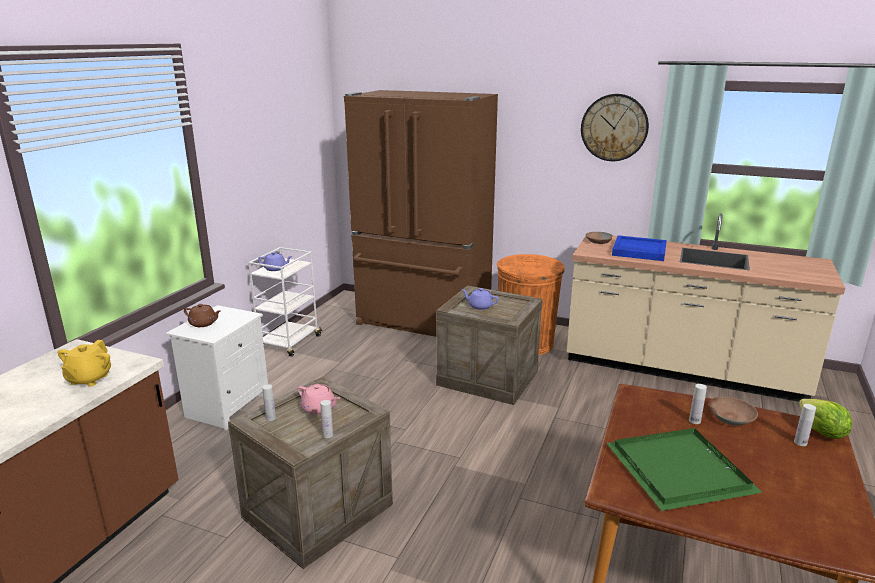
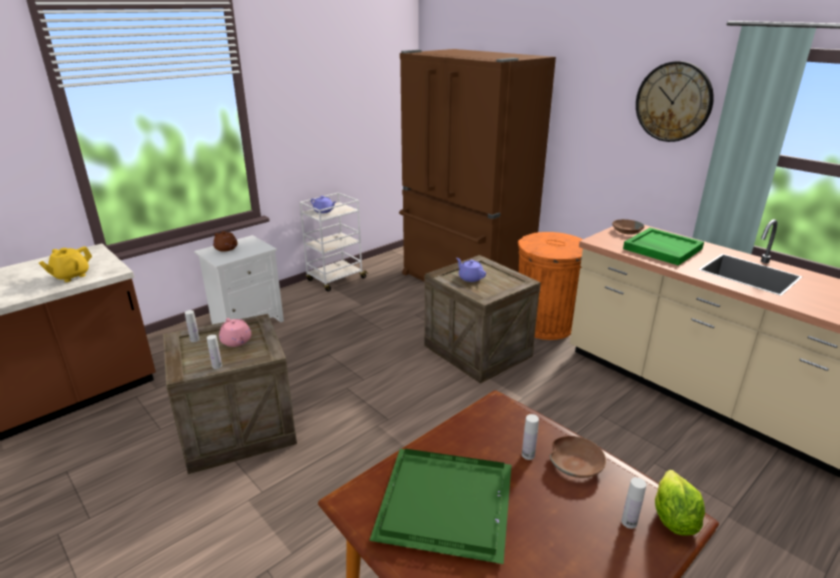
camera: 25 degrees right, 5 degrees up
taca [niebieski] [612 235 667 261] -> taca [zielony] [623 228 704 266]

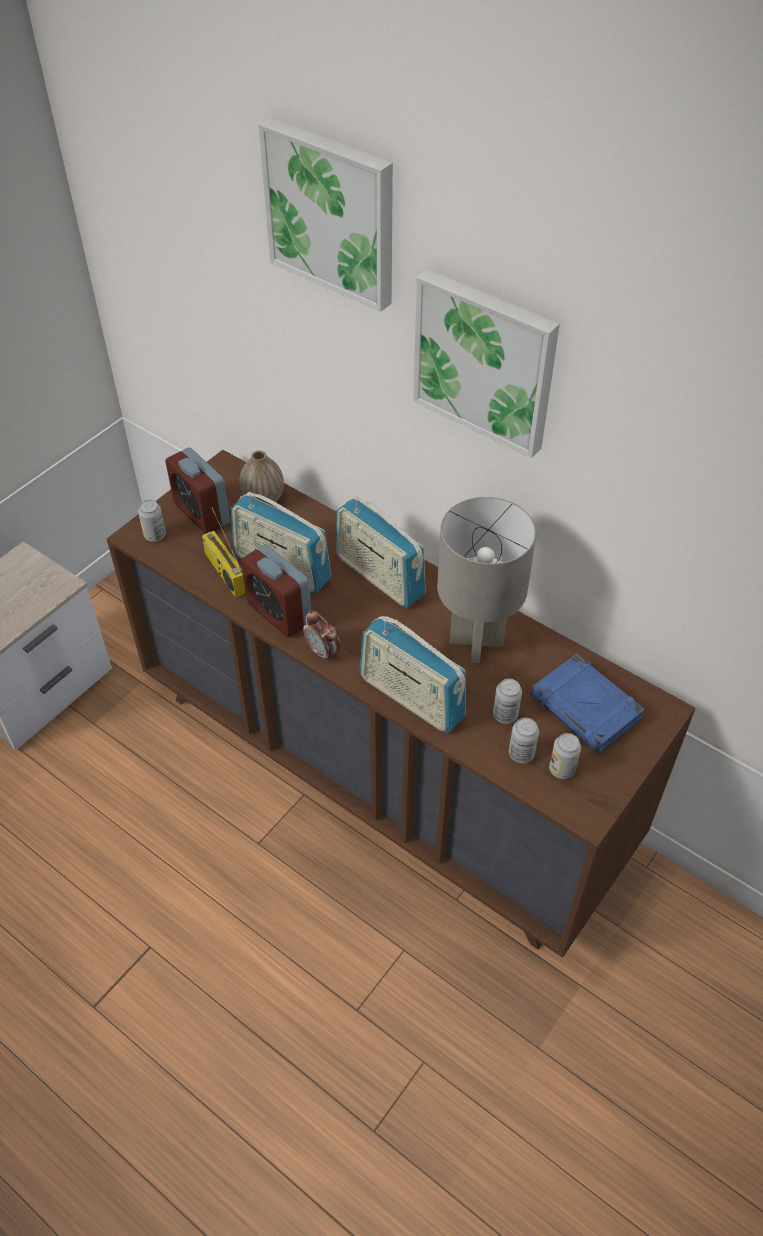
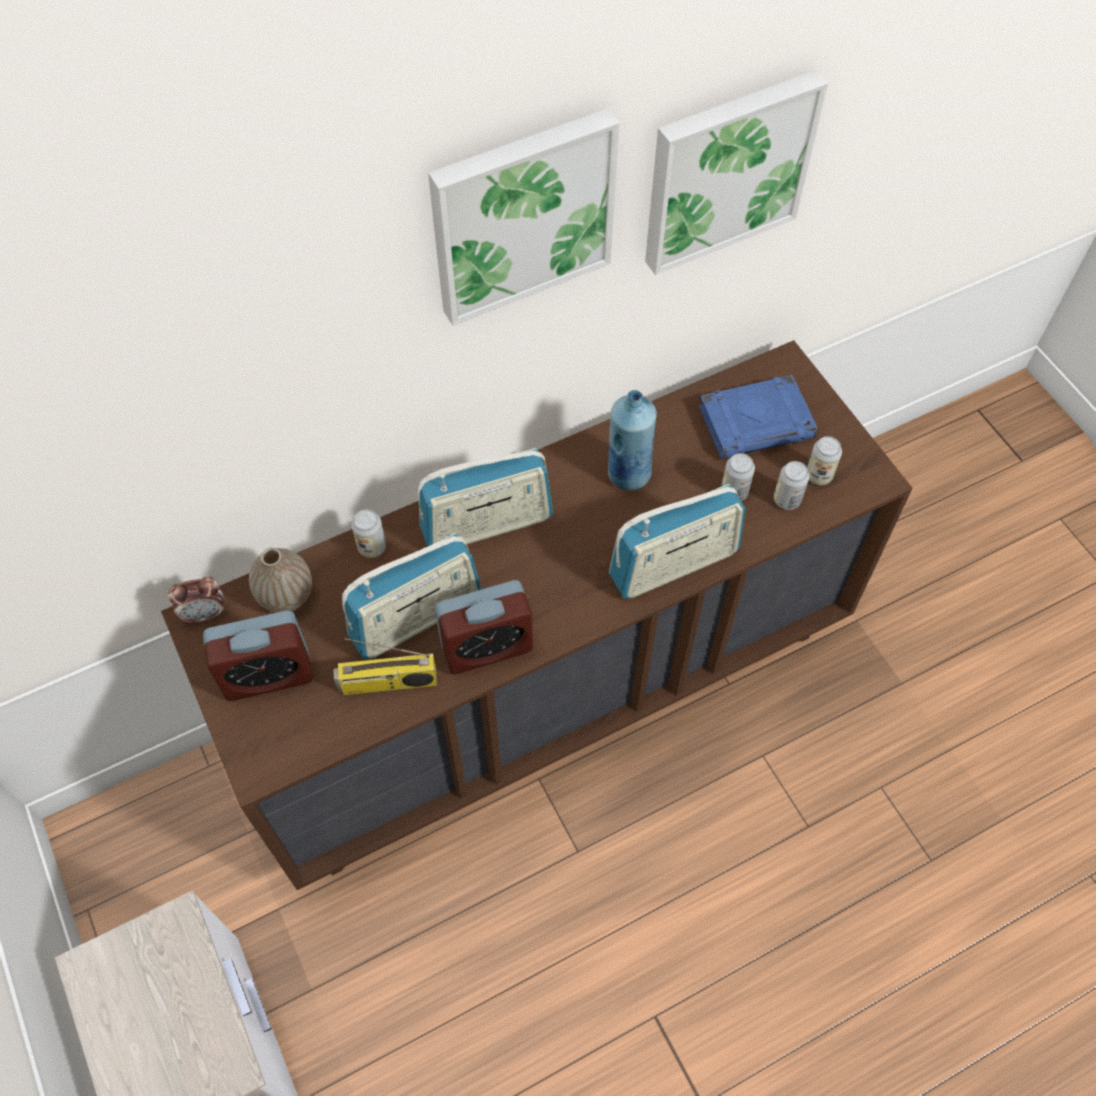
camera: 65 degrees left, 10 degrees up
puszka [138 500 166 542] -> puszka [352 509 386 558], move
obraz [258 117 393 312] -> obraz [645 70 828 275], move
budzik [303 610 340 662] -> budzik [168 577 224 624], move
lampa stołowa [szary] [437 497 536 663] -> butelka [niebieski] [608 390 657 490]

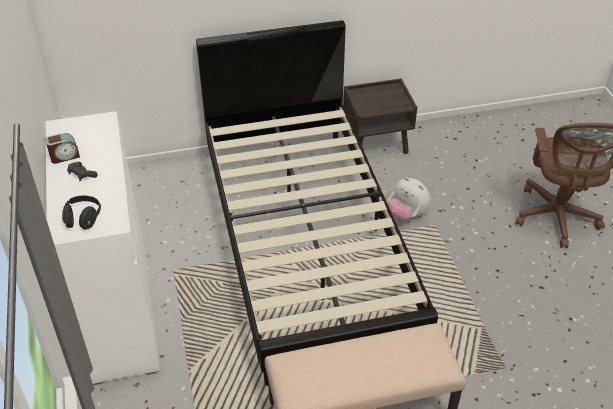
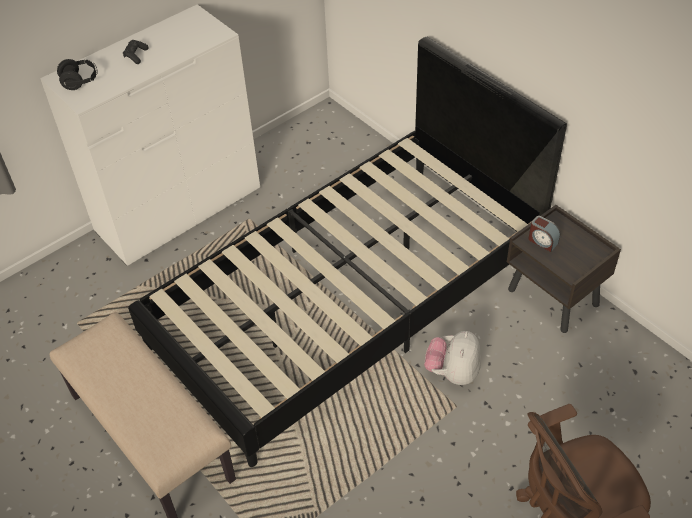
camera: 65 degrees right, 5 degrees up
budzik [45 133 80 164] -> budzik [528 216 560 252], move

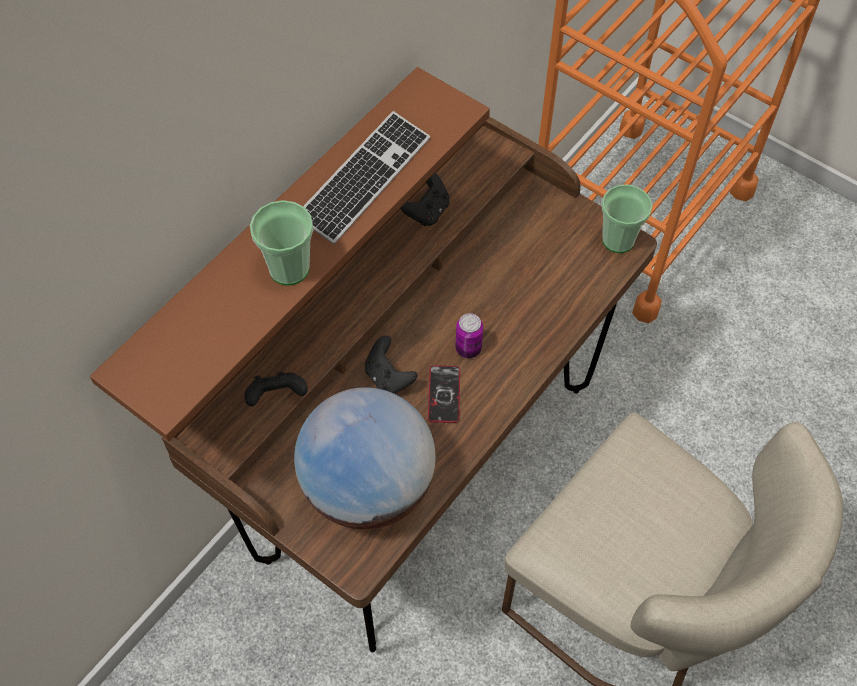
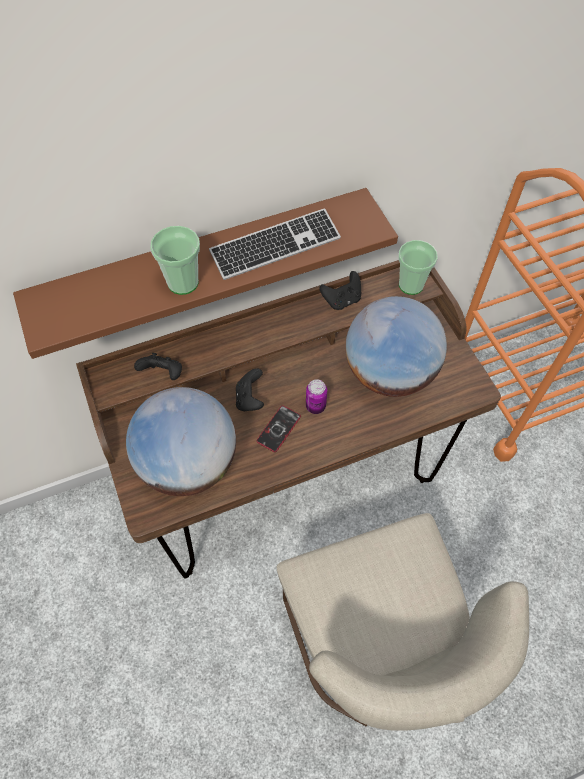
camera: 30 degrees right, 0 degrees up
none -> globus [345 296 447 397]
filiżanka [601 184 652 253] -> filiżanka [398 240 438 295], move

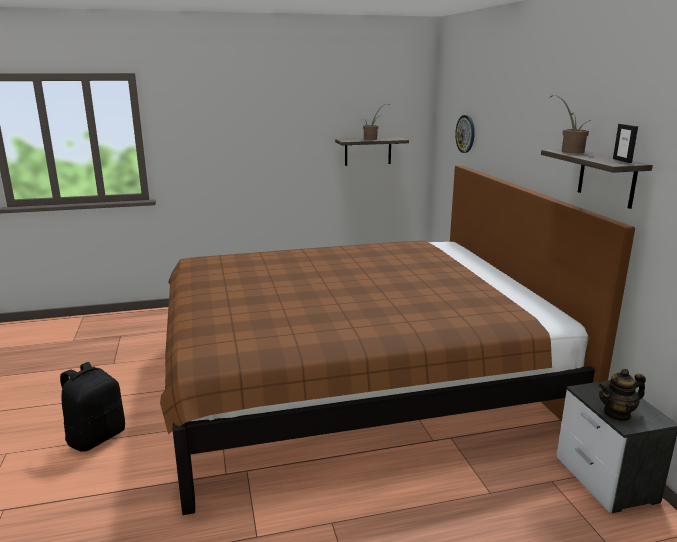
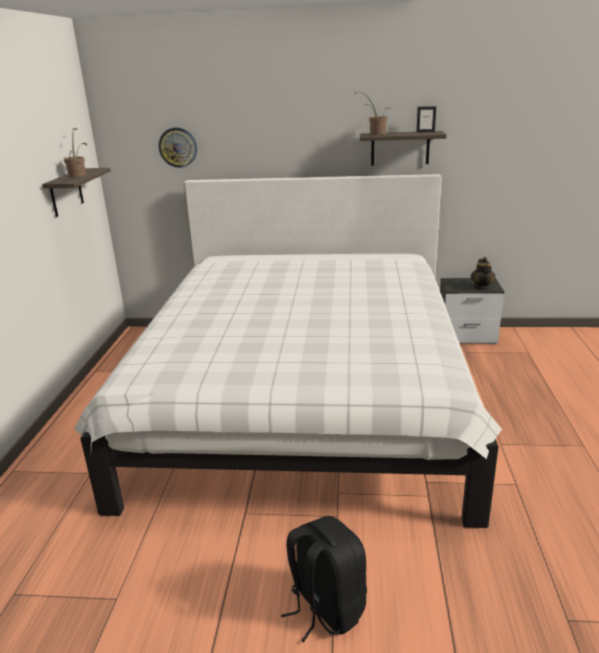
camera: 70 degrees left, 5 degrees up
łóżko [brązowy] [160 165 635 515] -> łóżko [biały] [75 174 502 528]

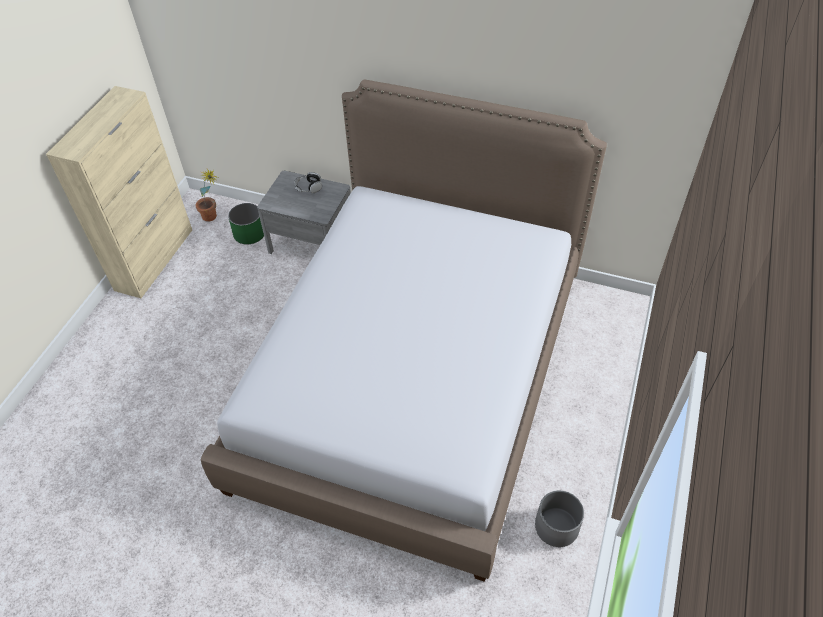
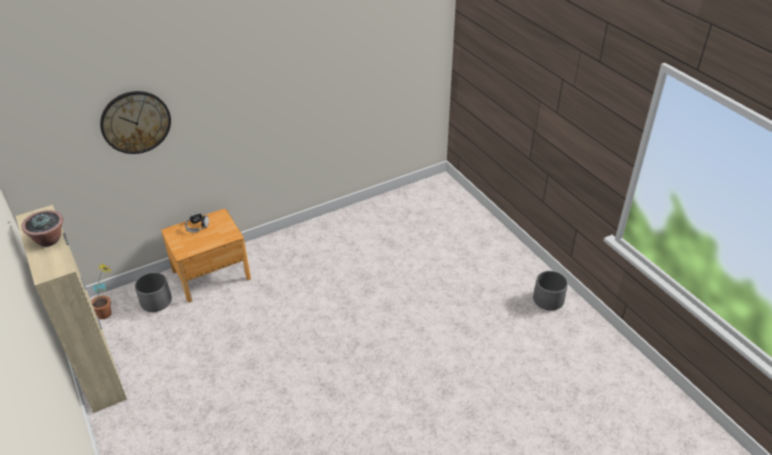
camera: 50 degrees left, 10 degrees down
łóżko [201 79 607 581] -> none
none -> roślina doniczkowa [21 210 63 247]
none -> zegar ścienny [100 91 171 154]
donica [zielony] [228 203 264 244] -> donica [szary] [135 272 172 312]
szafka nocna [szary] [257 171 351 254] -> szafka nocna [brązowy] [161 209 251 302]

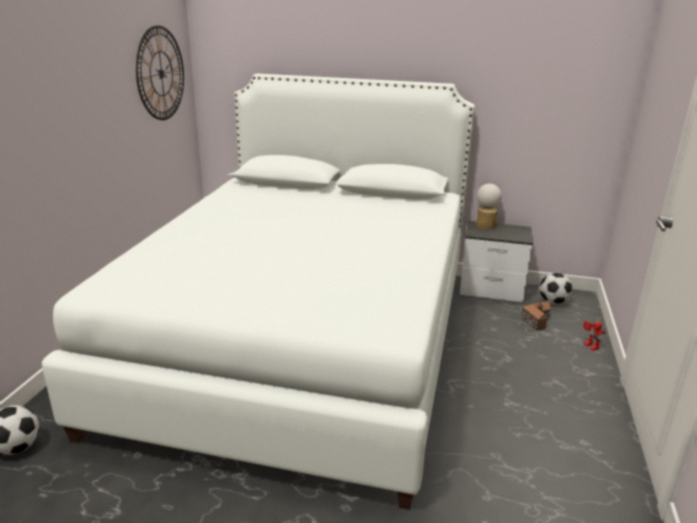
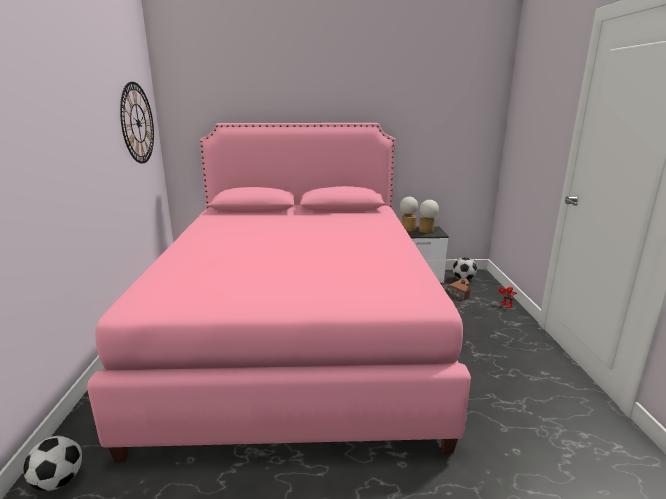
camera: 15 degrees left, 5 degrees down
none -> lampa stołowa [419 200 439 233]
łóżko [biały] [42 74 475 510] -> łóżko [różowy] [87 123 471 462]

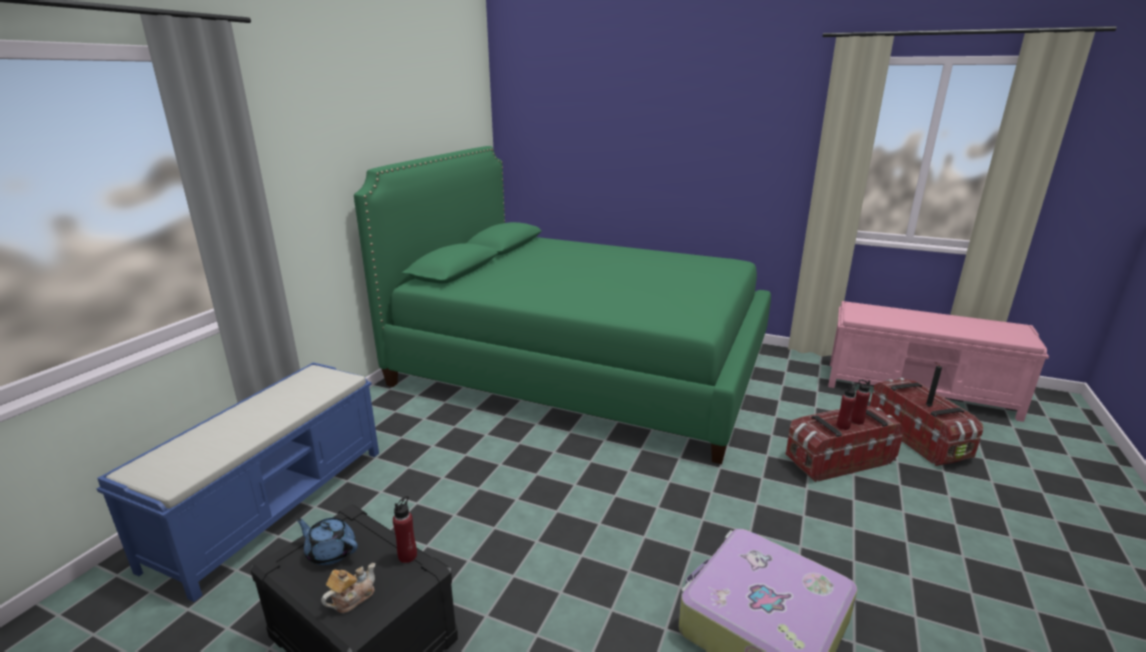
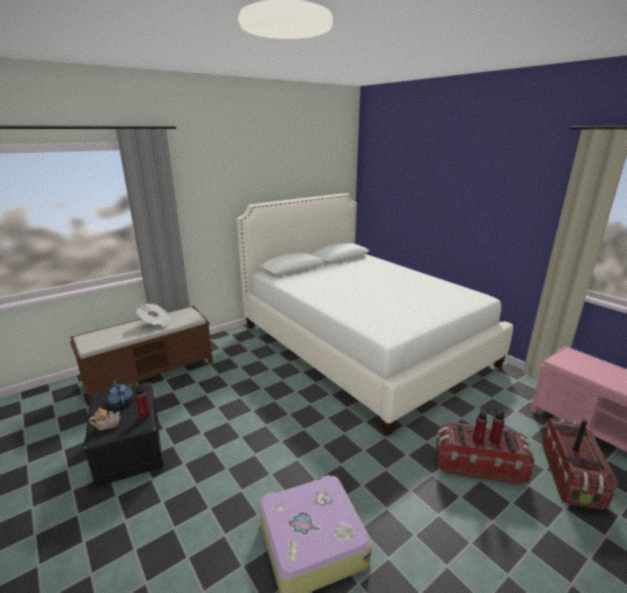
camera: 30 degrees right, 0 degrees up
none -> gazeta [136 304 173 327]
ławka [niebieski] [97 362 379 602] -> ławka [brązowy] [70 306 213 400]
łóżko [zielony] [354 146 771 464] -> łóżko [biały] [236 193 513 435]

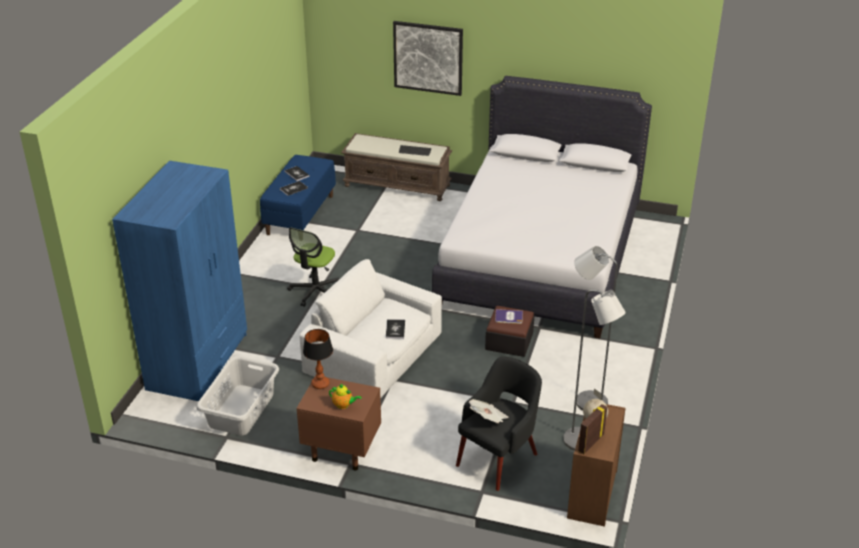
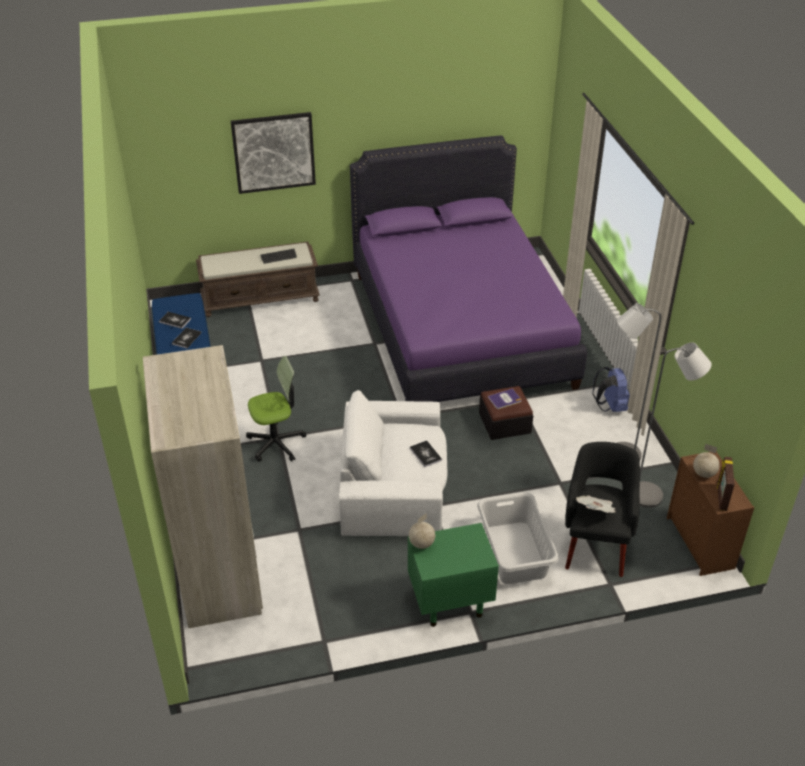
camera: 30 degrees left, 5 degrees up
imbryk [329 384 362 409] -> none
none -> plecak [niebieski] [593 367 630 412]
kosz na pranie [szary] [196 356 279 435] -> kosz na pranie [szary] [477 492 559 584], move
lampa stołowa [303 329 333 389] -> globus [409 513 435 549]
szafa [niebieski] [112 161 247 401] -> szafa [beżowy] [143 345 263 628]
szafka nocna [brązowy] [296 376 381 471] -> szafka nocna [zielony] [408 523 499 627]
łóżko [biały] [432 76 652 338] -> łóżko [fioletowy] [350 135 587 402]
krzesło biurowe [287 227 339 307] -> krzesło biurowe [246 356 307 462], 105 degrees counterclockwise

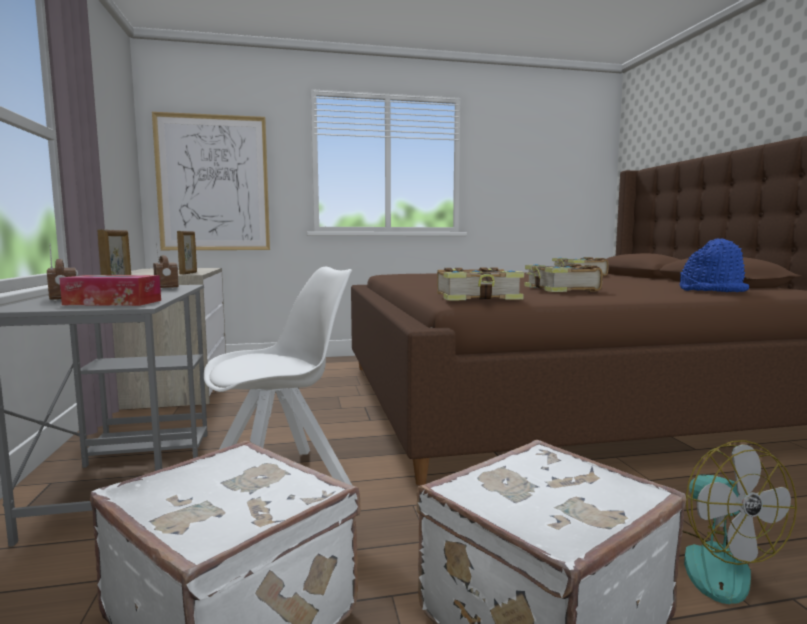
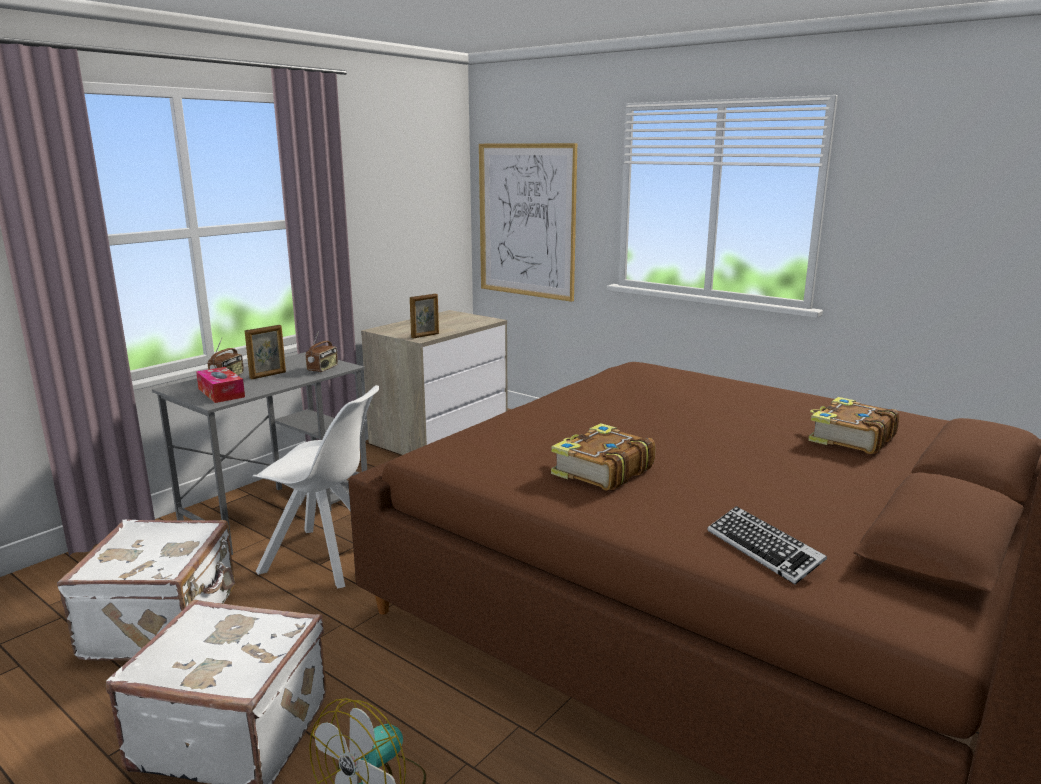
camera: 50 degrees right, 10 degrees up
książka [437 267 524 301] -> none
kapelusz [niebieski] [679 238 749 292] -> klawiatura [707 506 827 584]

